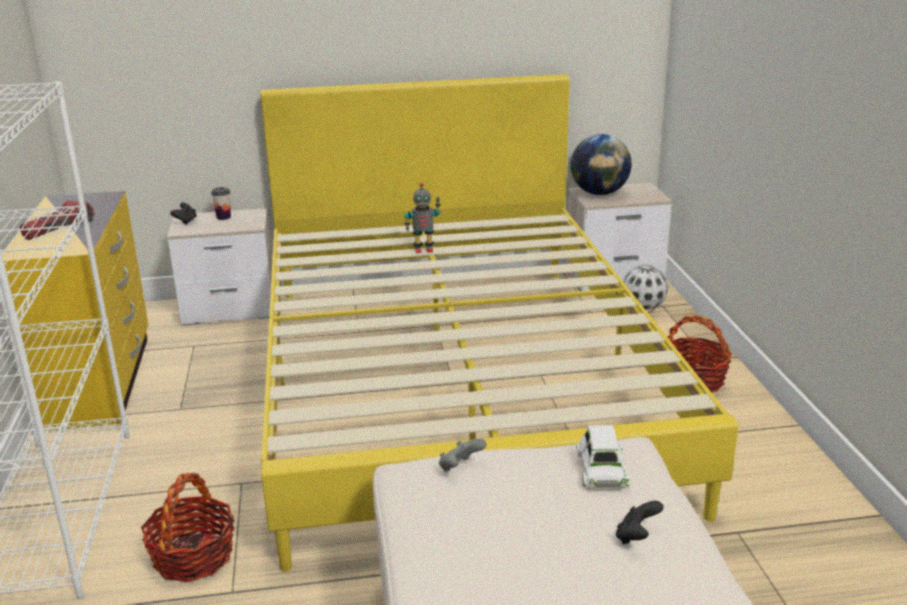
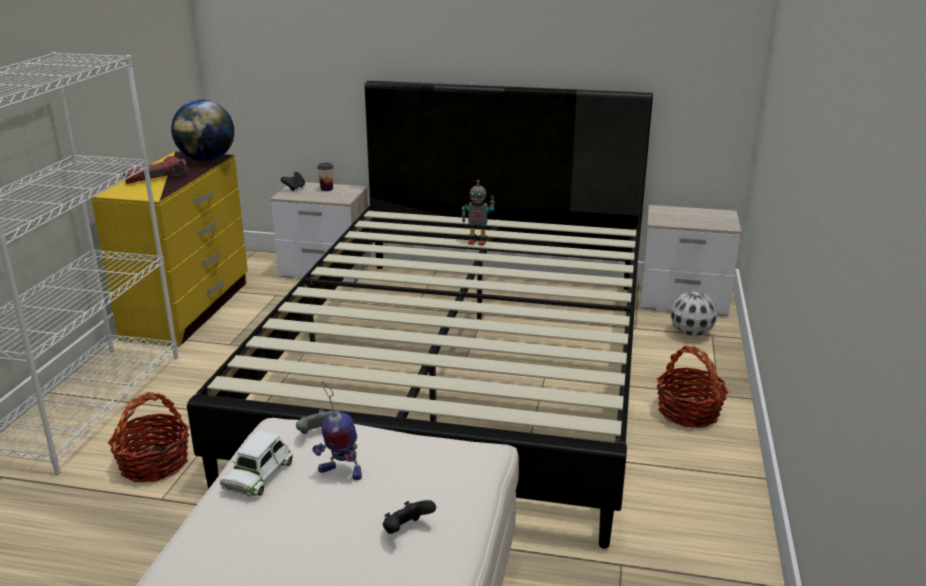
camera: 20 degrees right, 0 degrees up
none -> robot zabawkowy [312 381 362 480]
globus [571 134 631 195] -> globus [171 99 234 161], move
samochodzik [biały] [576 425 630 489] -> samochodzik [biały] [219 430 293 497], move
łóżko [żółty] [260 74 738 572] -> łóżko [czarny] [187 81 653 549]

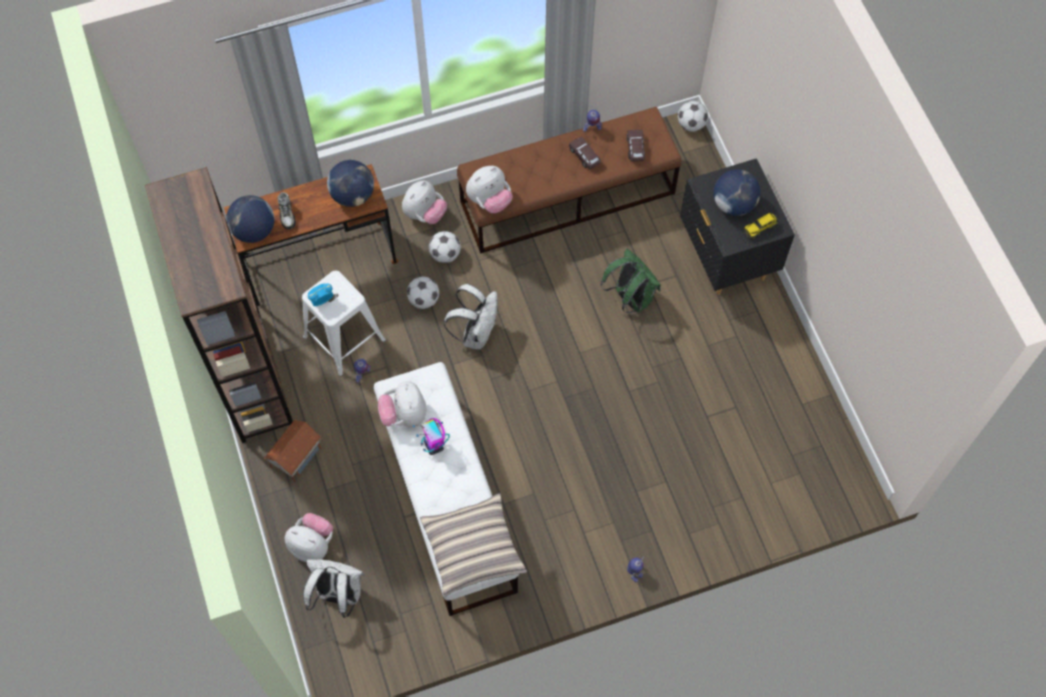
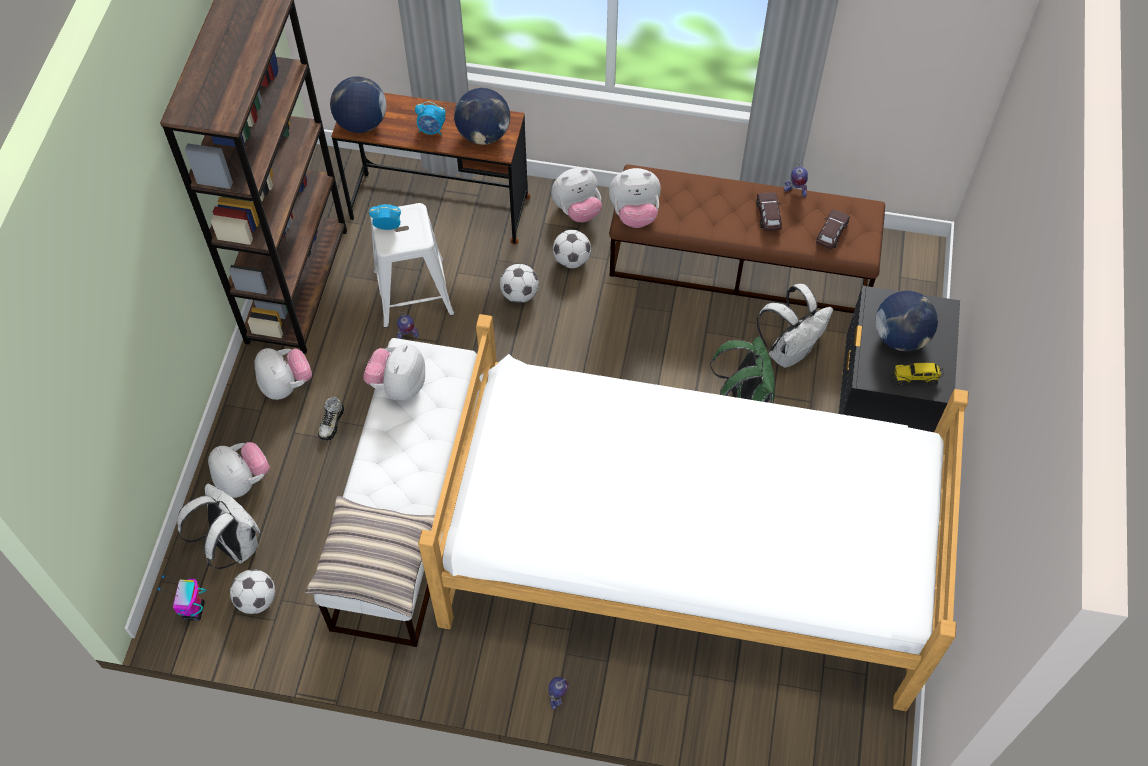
camera: 30 degrees right, 5 degrees down
none -> budzik [415 101 446 135]
none -> łóżko [418 314 968 711]
but [277 192 296 229] -> but [318 396 344 441], move
robot zabawkowy [413 418 450 455] -> robot zabawkowy [158 575 207 621], move
plecak [biały] [444 284 498 349] -> plecak [biały] [757 284 833 368], move
piłka futbolowa [678 101 708 132] -> piłka futbolowa [230 569 275 614], move
domek [264 420 321 482] -> pluszak [255 348 312 400]

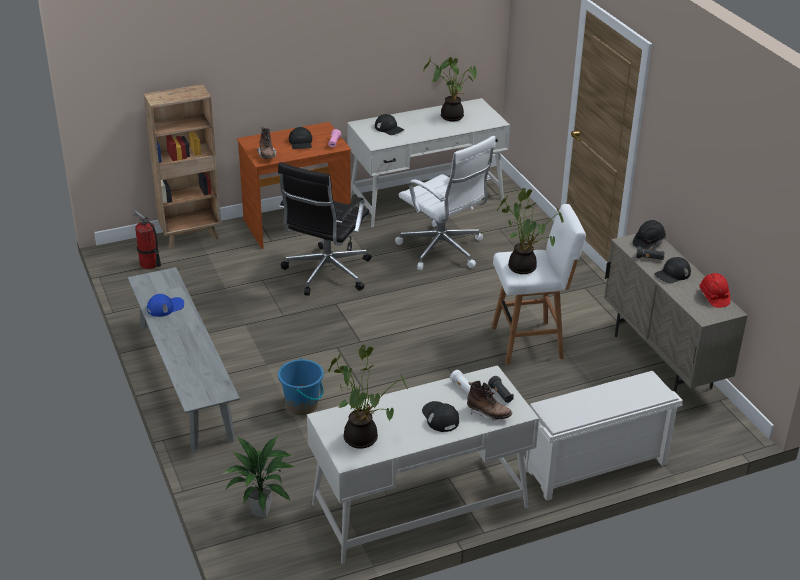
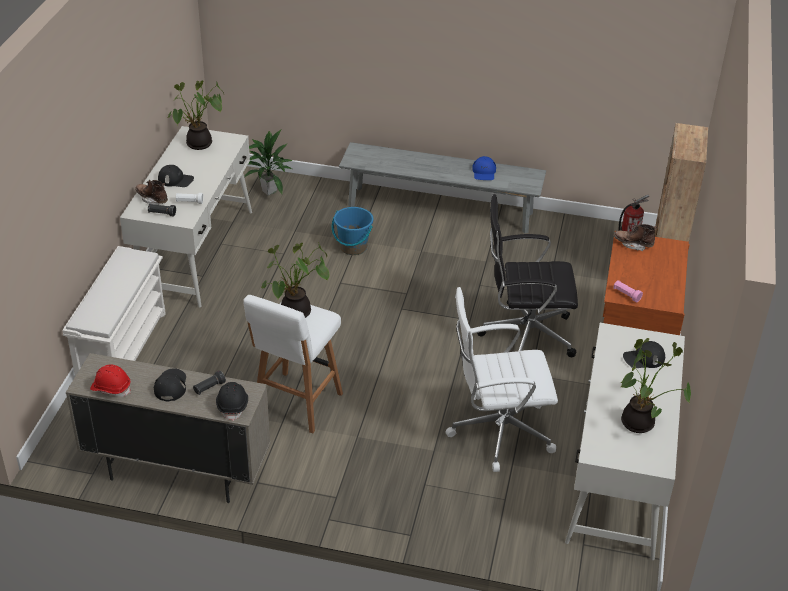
camera: 125 degrees right, 5 degrees up
czapka z daszkiem [czarny] [289 127 312 149] -> none
krzesło biurowe [czarny] [278 162 371 296] -> krzesło biurowe [czarny] [477 194 578 357], 60 degrees counterclockwise
but z cholewką [brązowy] [467 381 512 421] -> but z cholewką [brązowy] [135 180 168 205], 60 degrees clockwise

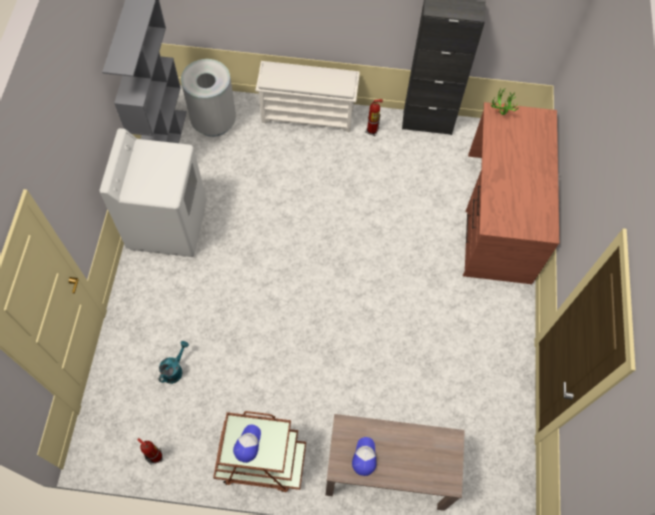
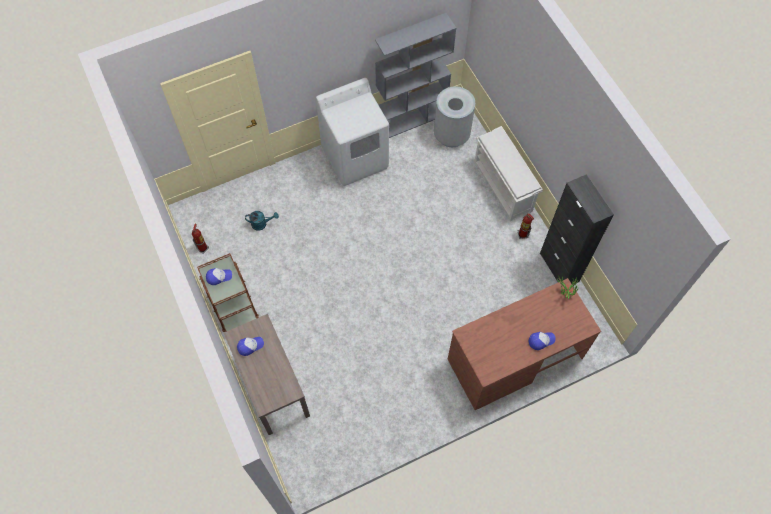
camera: 60 degrees right, 0 degrees up
none -> czapka z daszkiem [529 332 556 350]

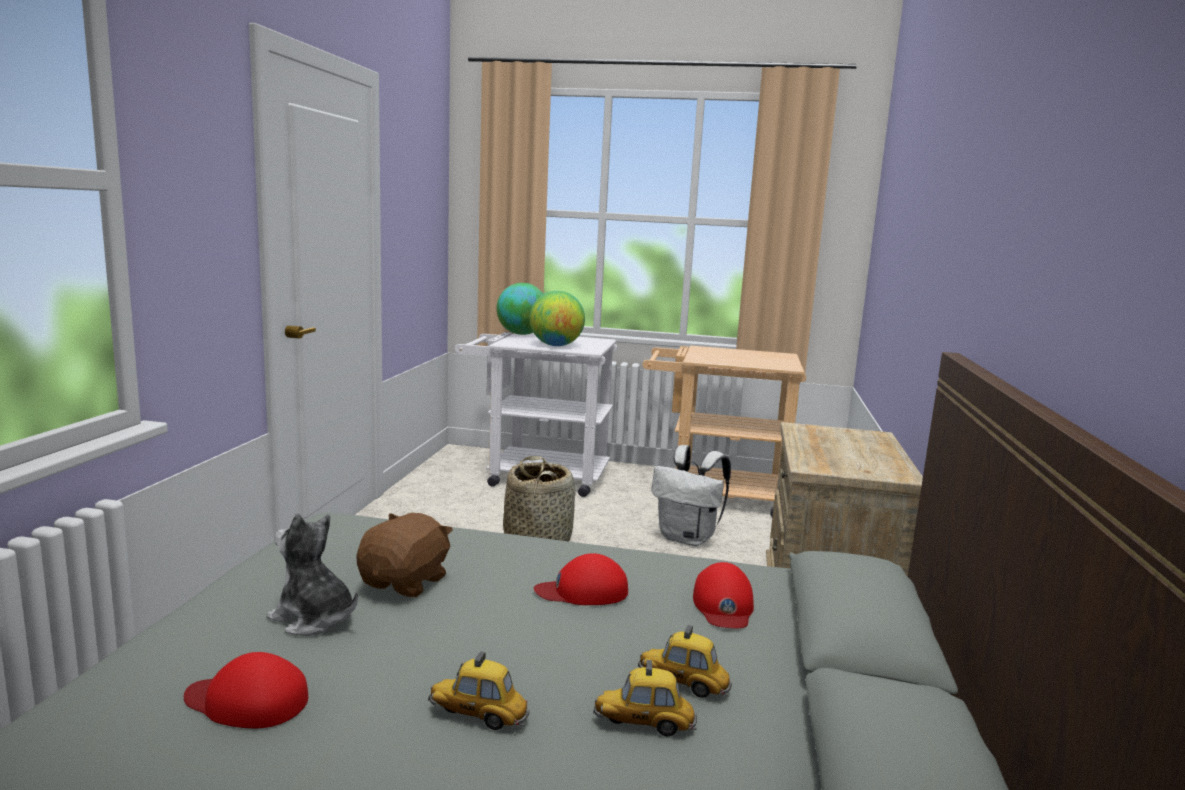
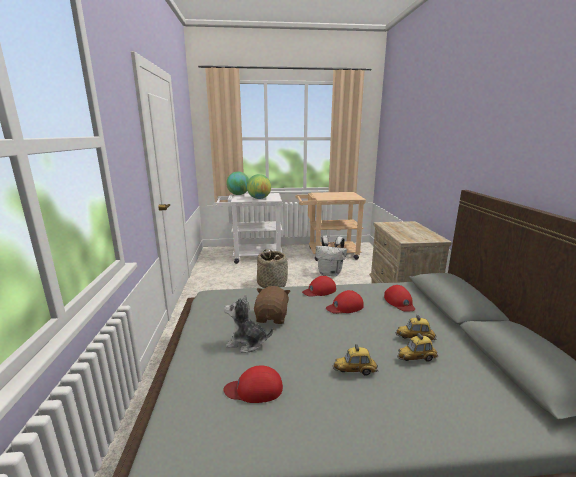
camera: 15 degrees left, 5 degrees up
none -> czapka z daszkiem [czerwony] [302 276 336 297]

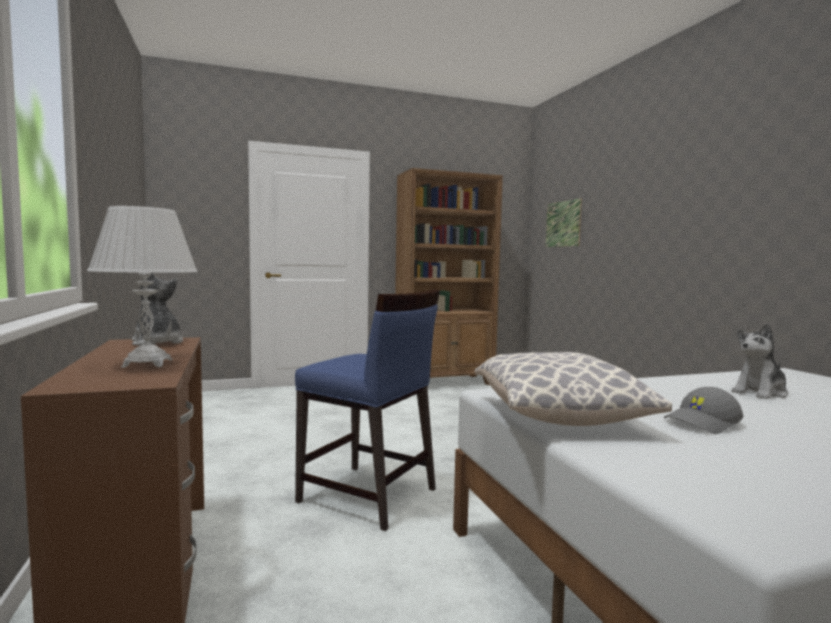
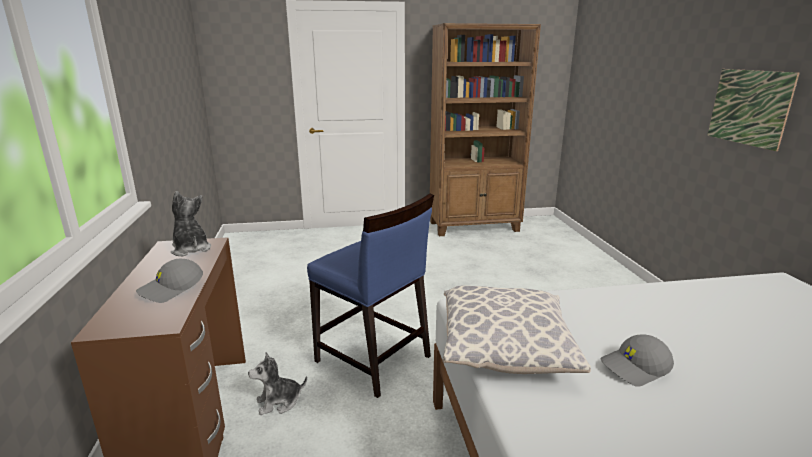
camera: 10 degrees right, 15 degrees up
obraz [546 198 582 247] -> obraz [707 69 800 151], move
pluszak [731 323 788 399] -> pluszak [248 352 307 415], move
lampa stołowa [biały] [87 206 198 368] -> czapka z daszkiem [szary] [136 259 203 303]

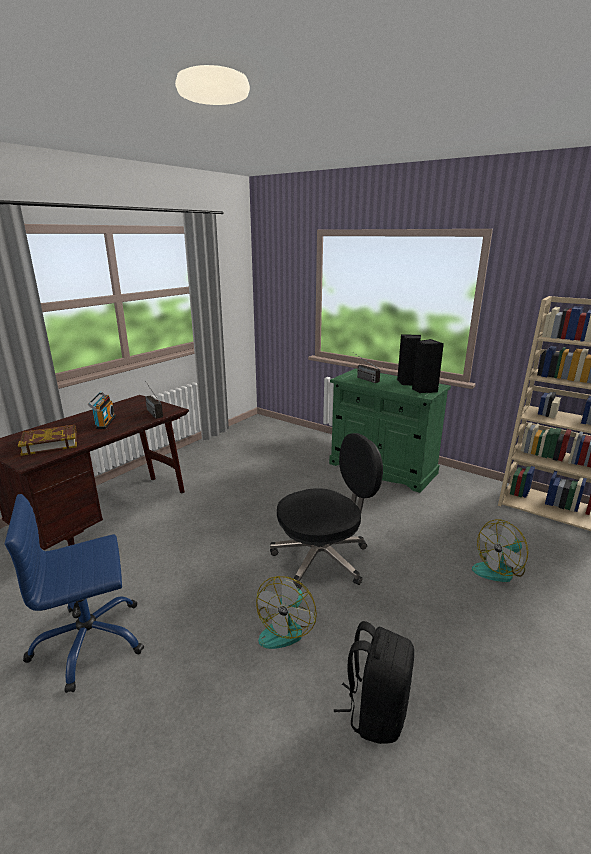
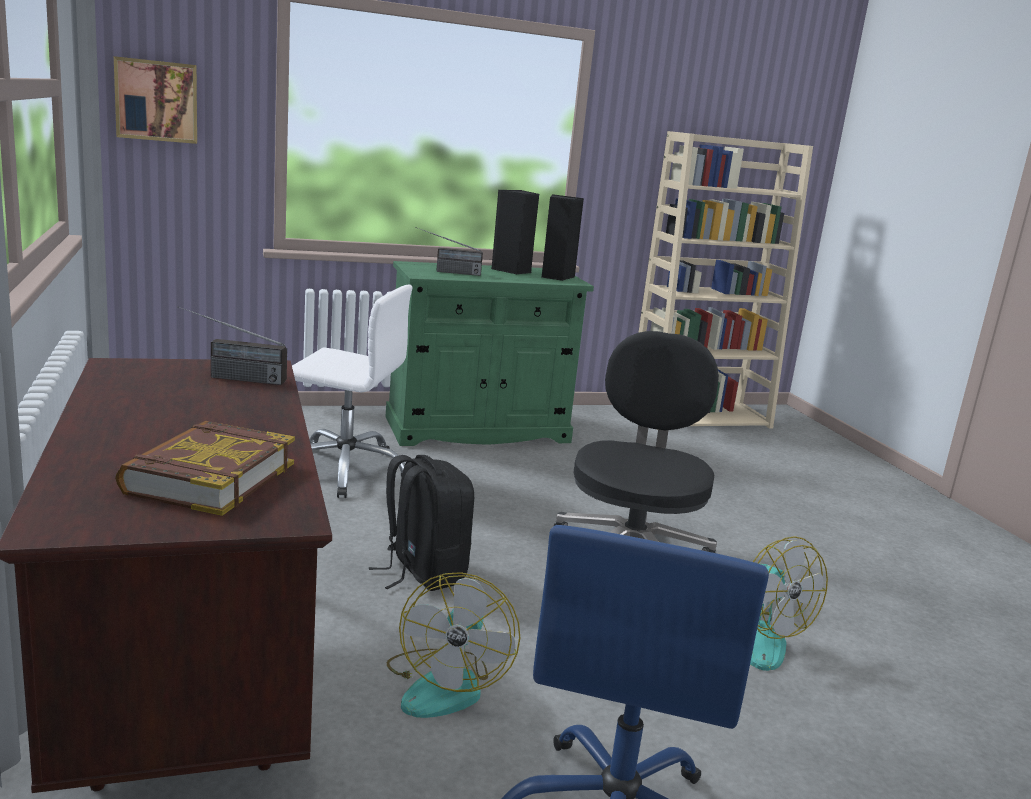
camera: 55 degrees left, 5 degrees down
radio [88 391 116 429] -> none
none -> obraz [114 56 197 144]
none -> krzesło biurowe [biały] [292 285 412 498]
plecak [czarny] [334 621 414 744] -> plecak [czarny] [369 455 474 591], move
wentylator [472 519 528 582] -> wentylator [387 572 520 718], move

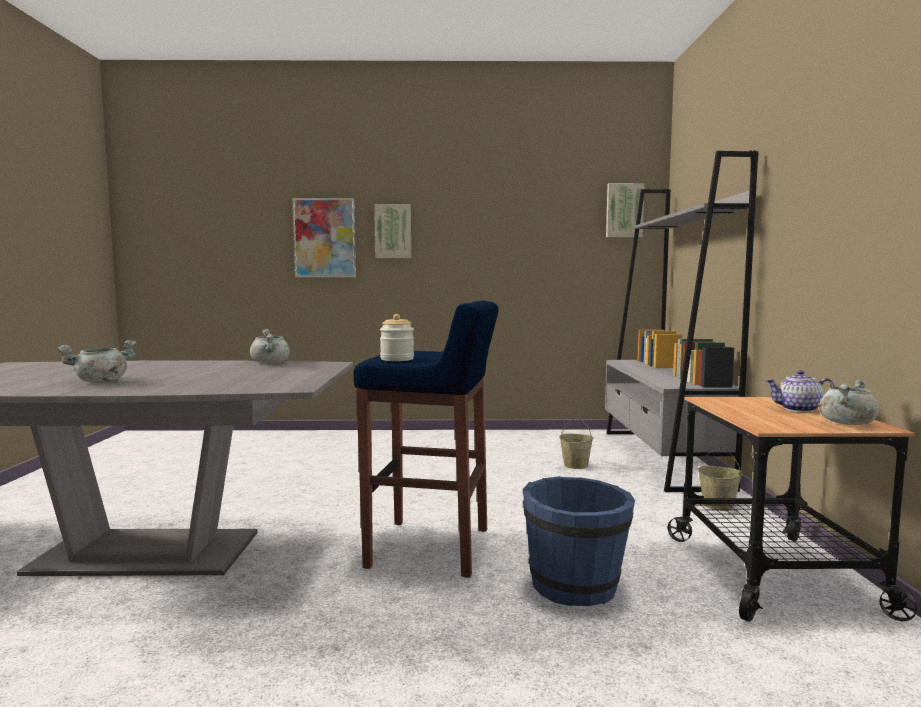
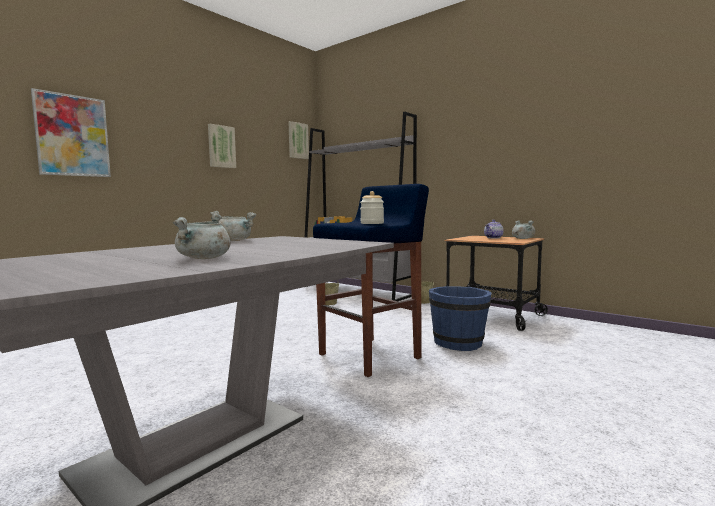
camera: 50 degrees left, 0 degrees up
obraz [375 204 411 258] -> obraz [208 124 236 168], move

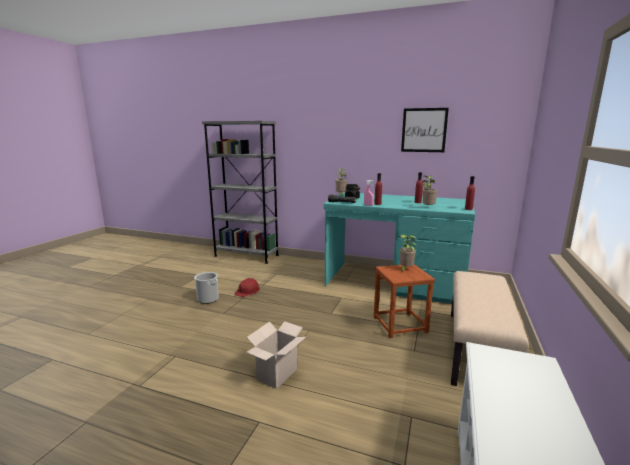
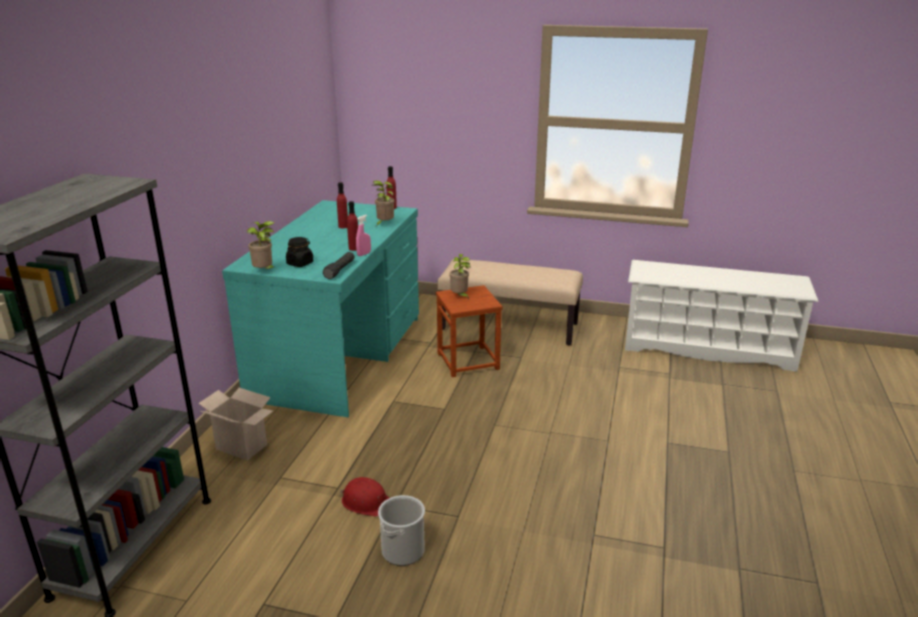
camera: 95 degrees left, 10 degrees up
obraz [401 108 449 152] -> none
karton [246 321 306 389] -> karton [198 388 273 461], move

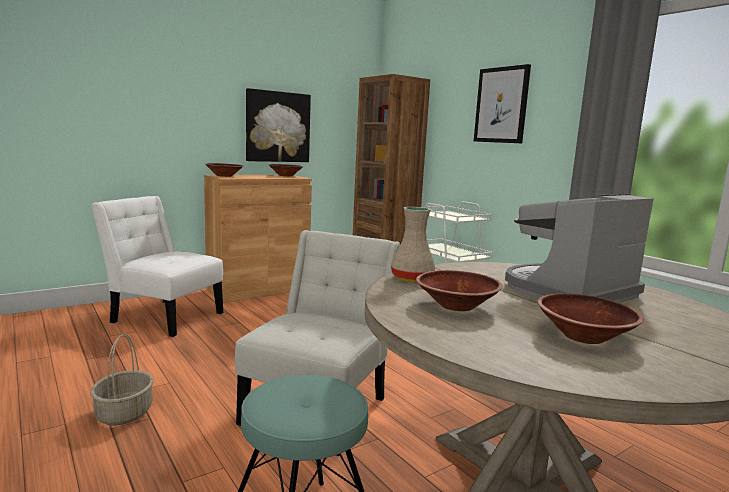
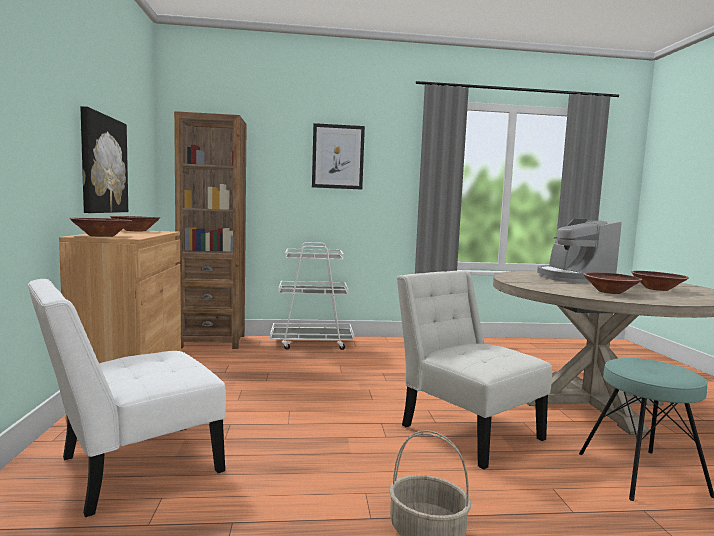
camera: 60 degrees left, 5 degrees down
wazon [beżowy] [391 207 435 282] -> none

